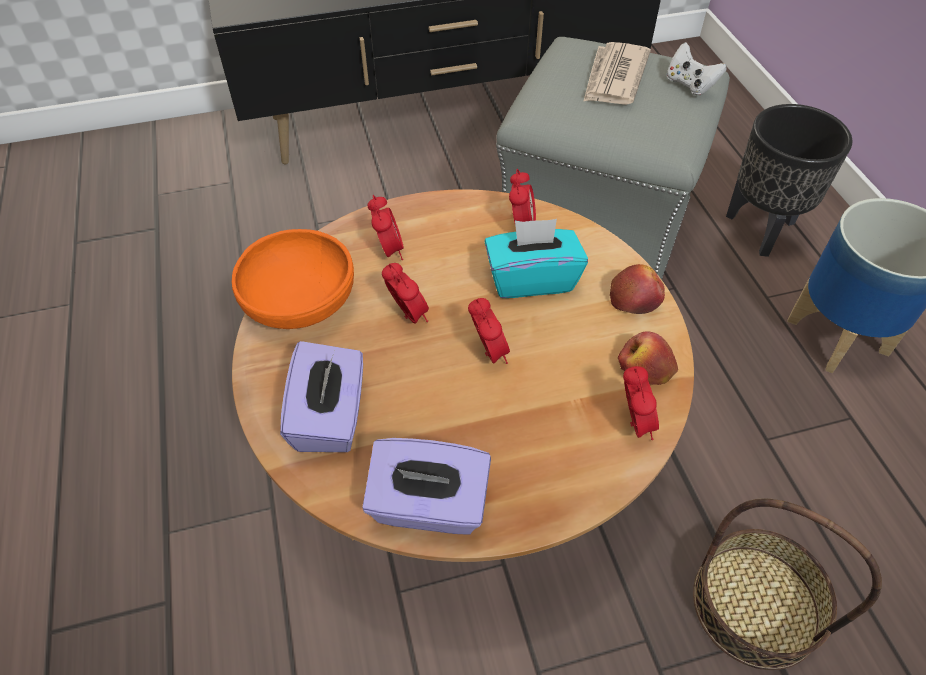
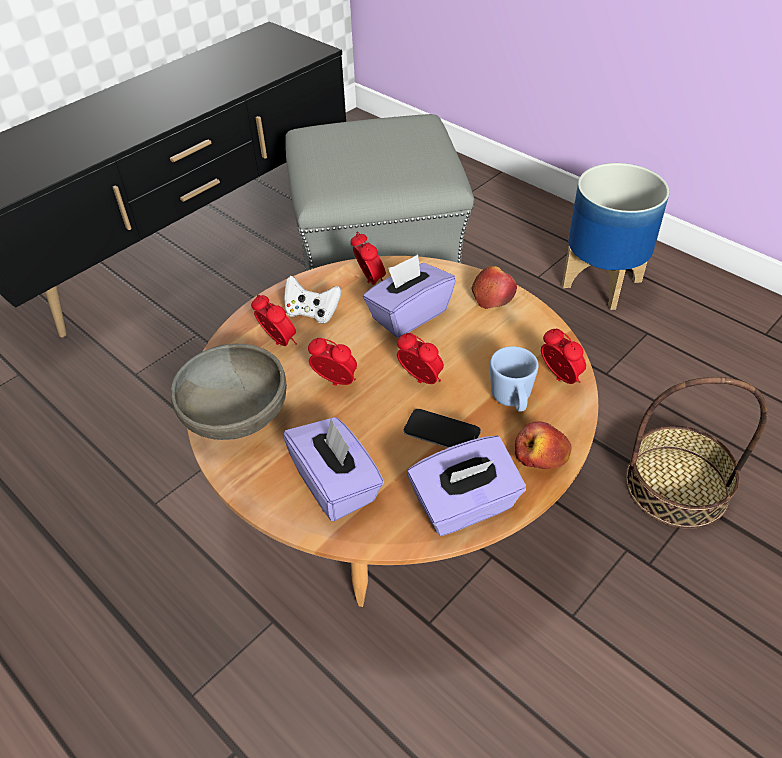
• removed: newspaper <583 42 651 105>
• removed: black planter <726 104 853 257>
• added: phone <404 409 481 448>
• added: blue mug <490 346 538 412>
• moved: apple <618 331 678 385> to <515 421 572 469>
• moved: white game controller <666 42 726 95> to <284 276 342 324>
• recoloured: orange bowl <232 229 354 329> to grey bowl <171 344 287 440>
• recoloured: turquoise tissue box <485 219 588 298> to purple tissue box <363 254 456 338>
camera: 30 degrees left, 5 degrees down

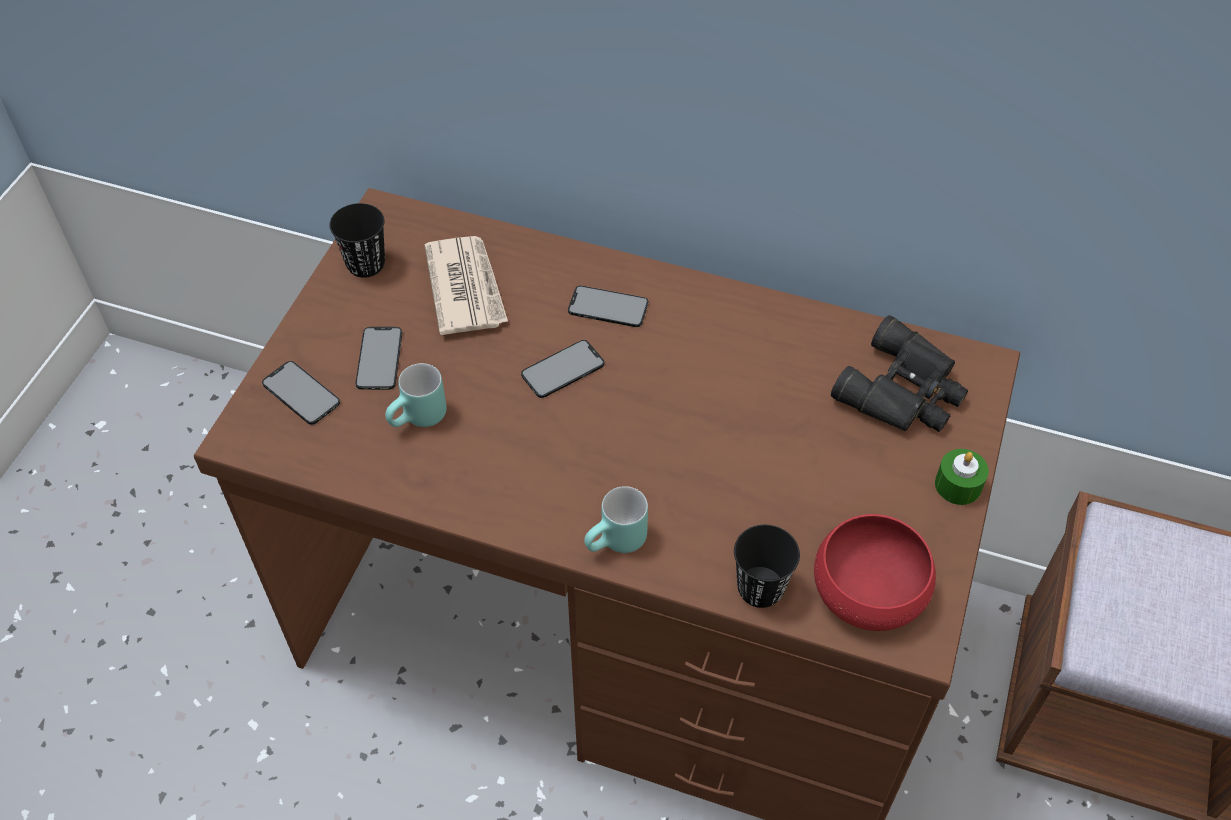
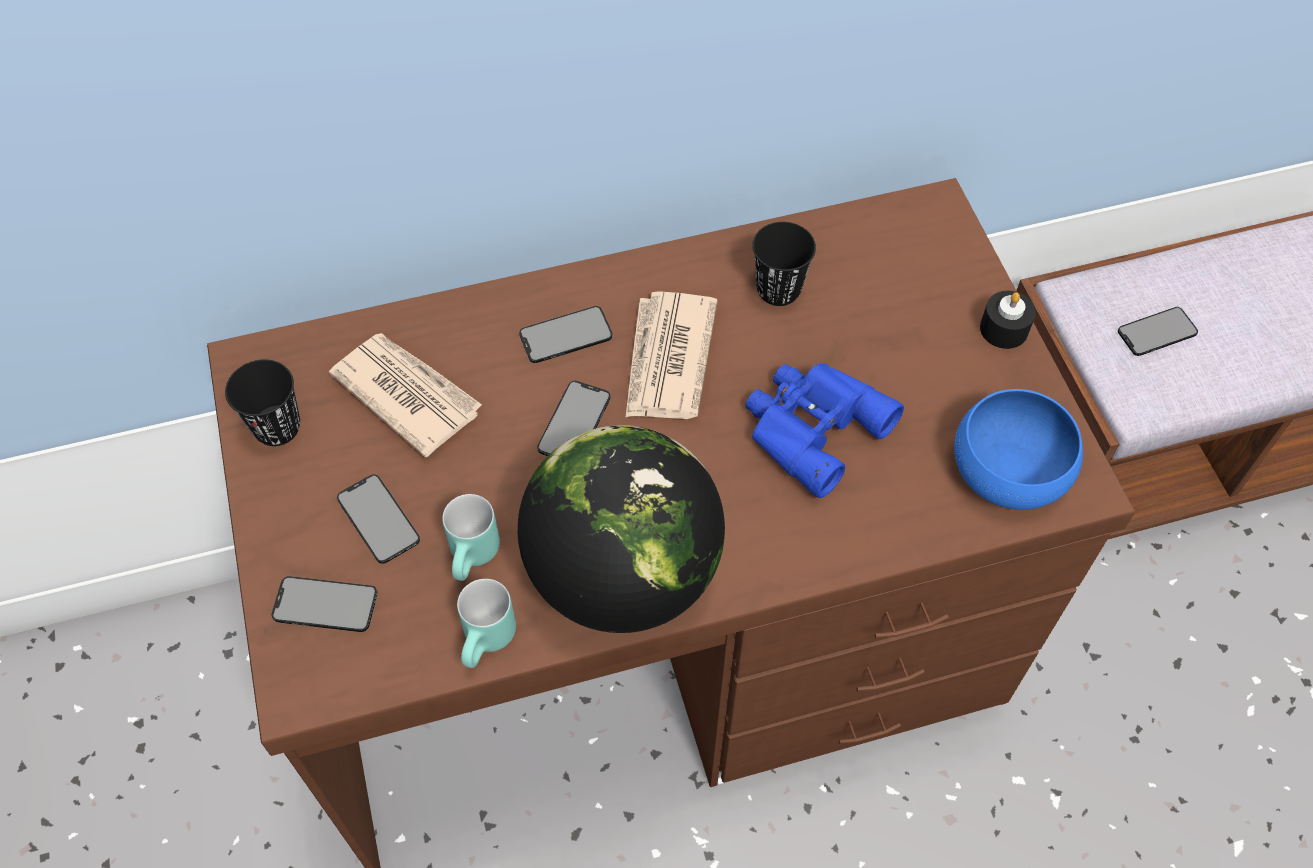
• removed: black binoculars <831 315 968 432>
• added: globe <518 425 725 633>
• added: newspaper <626 291 718 419>
• added: blue binoculars <745 363 904 498>
• added: phone <1118 307 1198 356>
• moved: turquoise mug <584 486 648 553> to <457 579 516 668>
• moved: black cup <734 525 800 608> to <752 222 816 306>
• recoloured: red bowl <814 514 936 631> to blue bowl <954 389 1083 510>
• recoloured: green candle <935 449 989 505> to black candle <980 291 1036 349>
camera: 35 degrees left, 5 degrees up

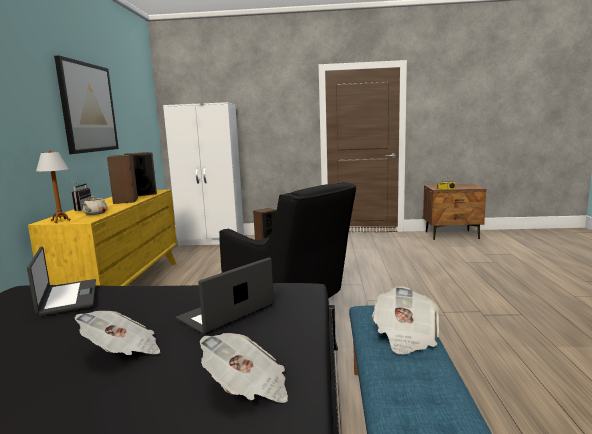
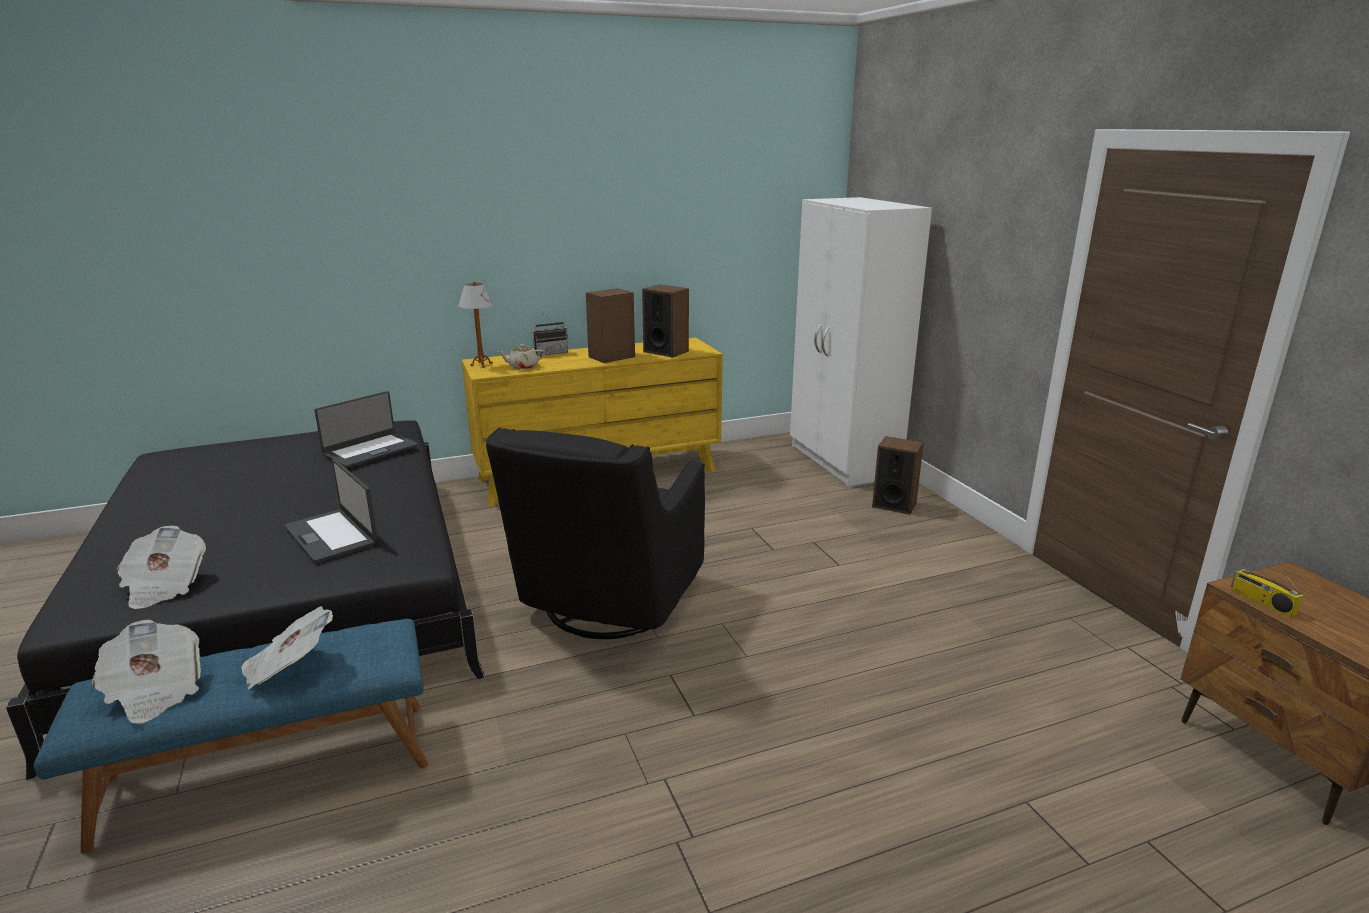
• removed: picture <54 55 119 154>
• moved: newspaper <75 311 161 355> to <92 620 201 724>
• turned: laptop <176 257 274 335> = <284 459 378 563> 150 degrees counterclockwise
camera: 65 degrees right, 10 degrees up

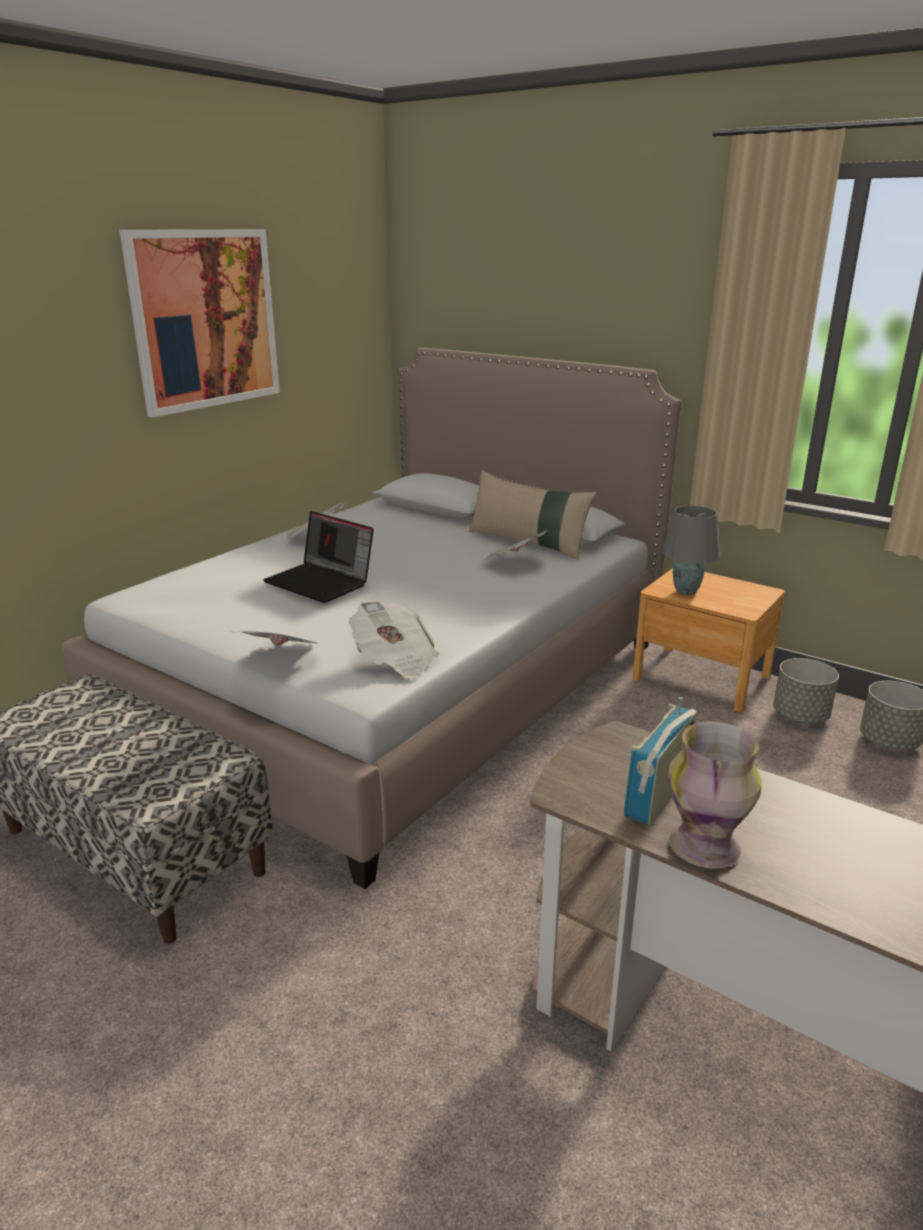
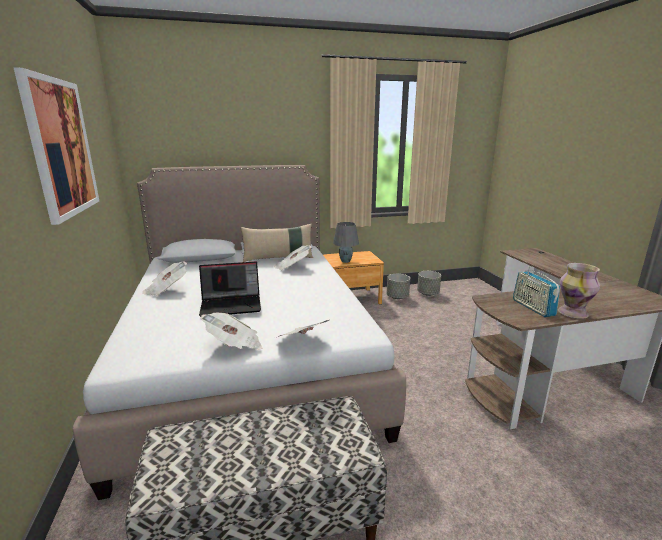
• moved: newspaper <349 600 439 679> to <201 313 262 349>
camera: 50 degrees left, 5 degrees down

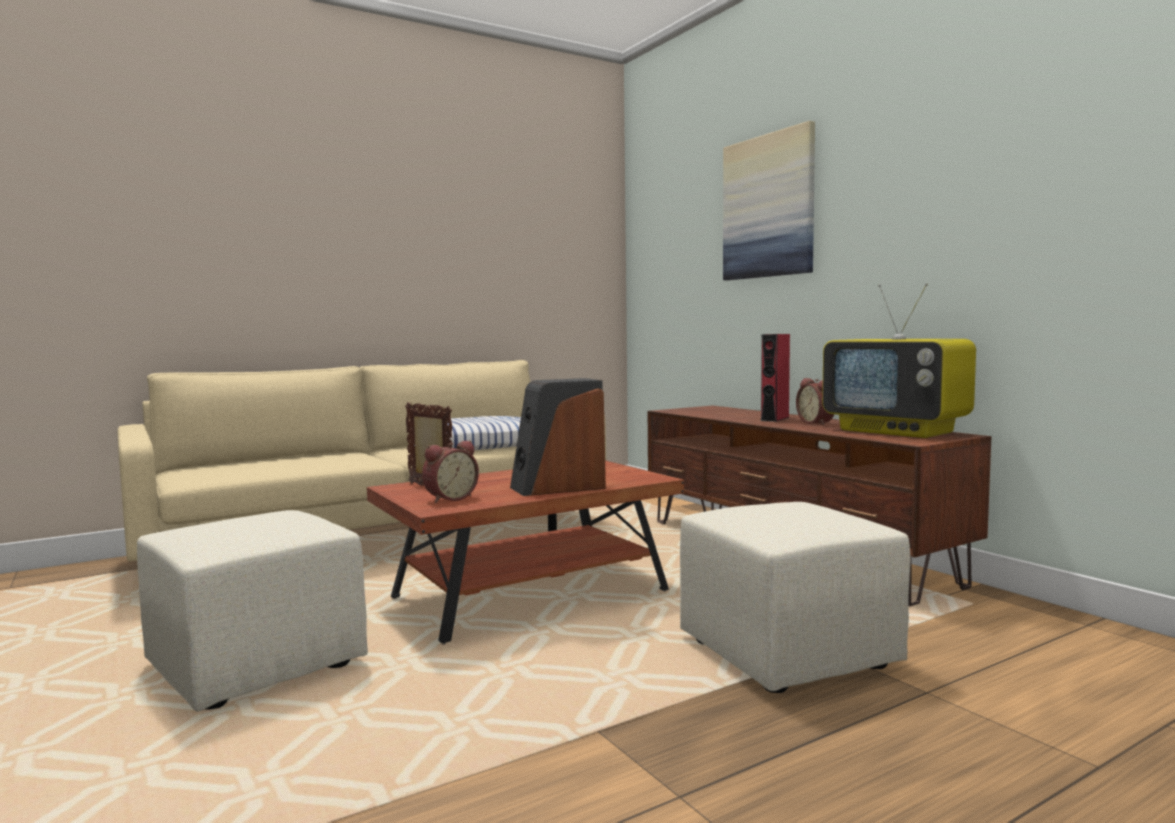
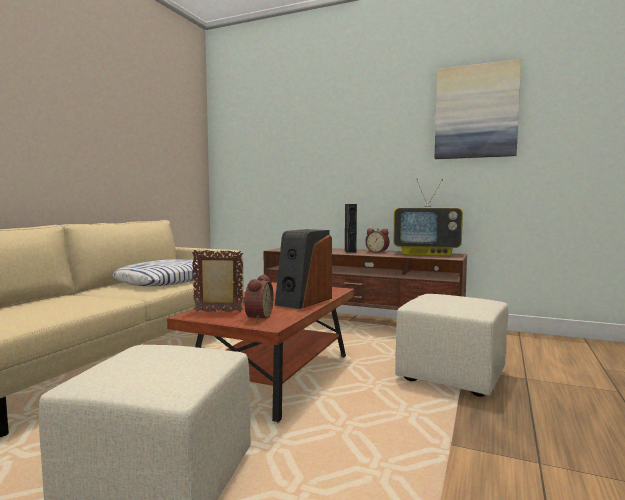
• moved: picture <723 121 815 280> to <435 59 521 159>
• recoloured: red speaker <761 334 790 422> to black speaker <344 204 357 253>
camera: 35 degrees left, 0 degrees up

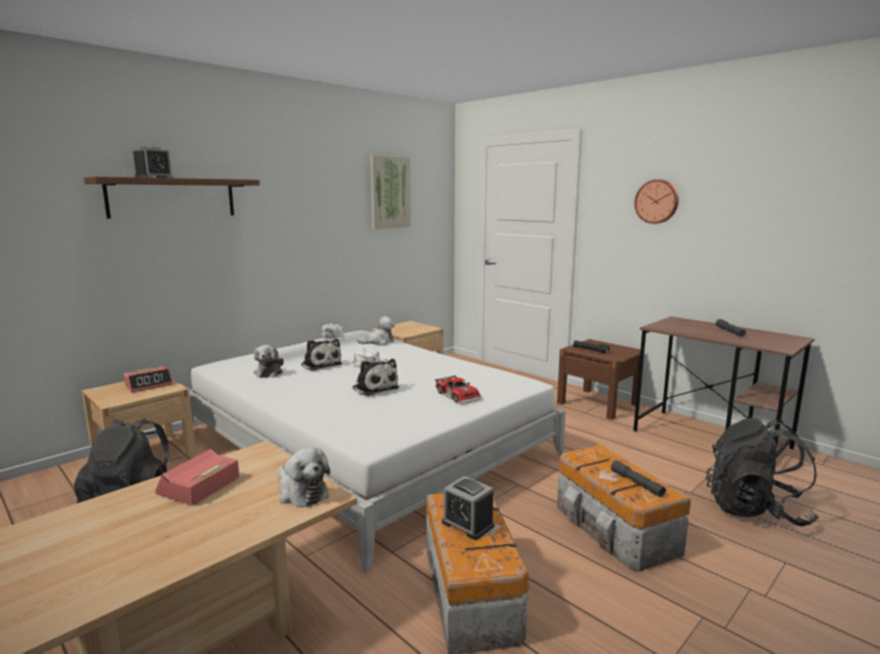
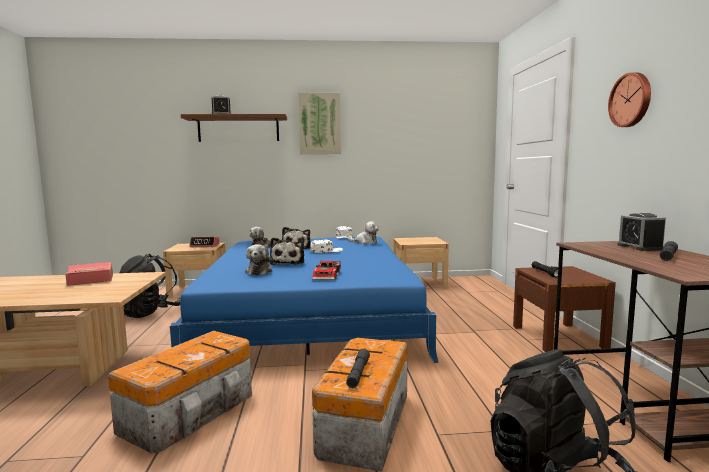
• moved: plush toy <278 447 330 507> to <245 244 274 275>
• moved: picture <370 155 411 229> to <298 92 341 154>
• moved: alarm clock <442 476 495 540> to <617 213 666 251>
• recoloured: white bed <189 331 566 572> to blue bed <170 237 439 363>
camera: 40 degrees right, 5 degrees down

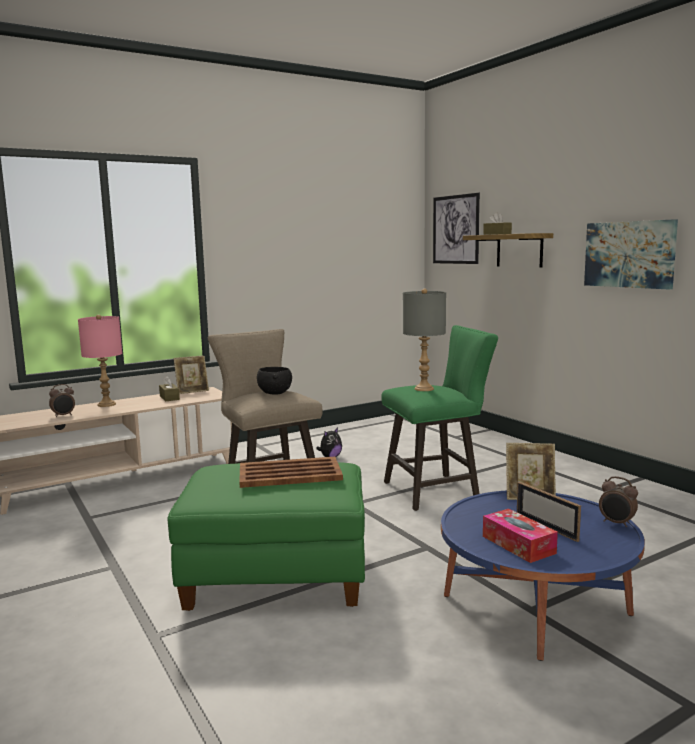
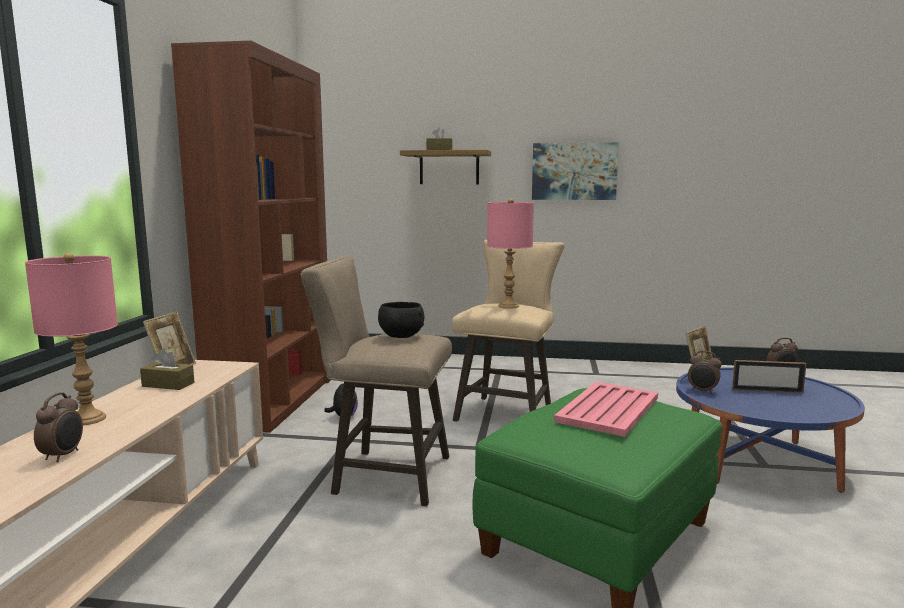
• removed: picture <433 193 480 264>
• removed: tissue box <483 509 558 563>
• added: brown bookcase <171 41 331 433>
• added: alarm clock <688 351 722 394>
• recoloured: brown tray <239 457 343 488> to pink tray <554 382 658 437>
• recoloured: green stool <381 325 498 511> to beige stool <452 240 565 422>
• recoloured: grey table lamp <403 289 446 391> to pink table lamp <487 198 534 309>
camera: 50 degrees left, 0 degrees up

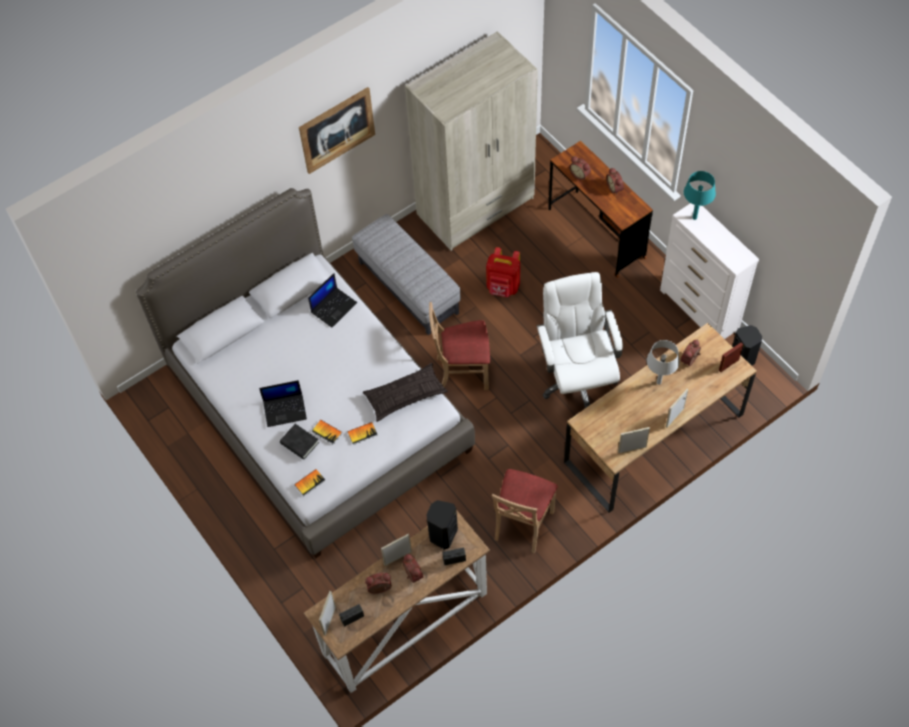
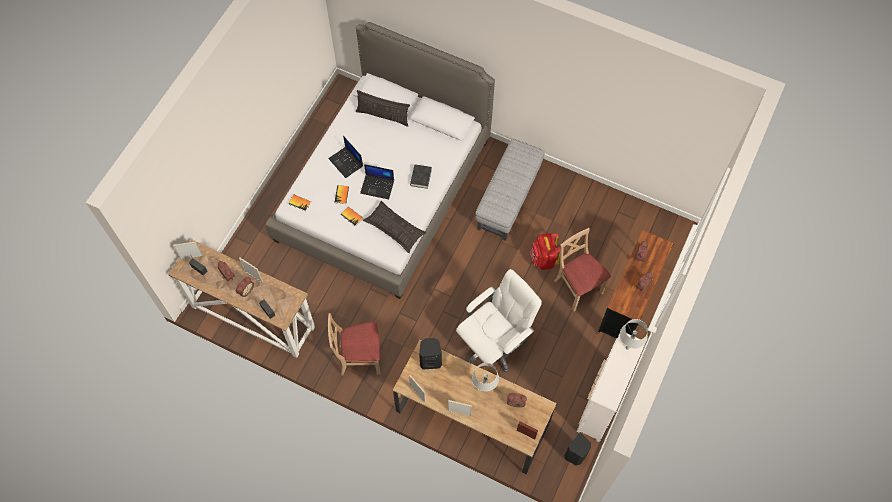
• removed: picture <299 87 375 174>
• removed: beige wardrobe <405 31 538 251>
• added: pillow <355 90 410 127>
• moved: black book <280 424 319 460> to <410 164 432 189>
• moved: laptop <308 273 357 328> to <360 164 394 199>
• moved: black speaker <426 500 458 550> to <419 338 442 369>
• moved: beige chair <429 302 490 390> to <554 228 611 311>
• recoloured: turquoise table lamp <684 171 716 220> to grey table lamp <620 319 648 350>
camera: 60 degrees right, 5 degrees up

